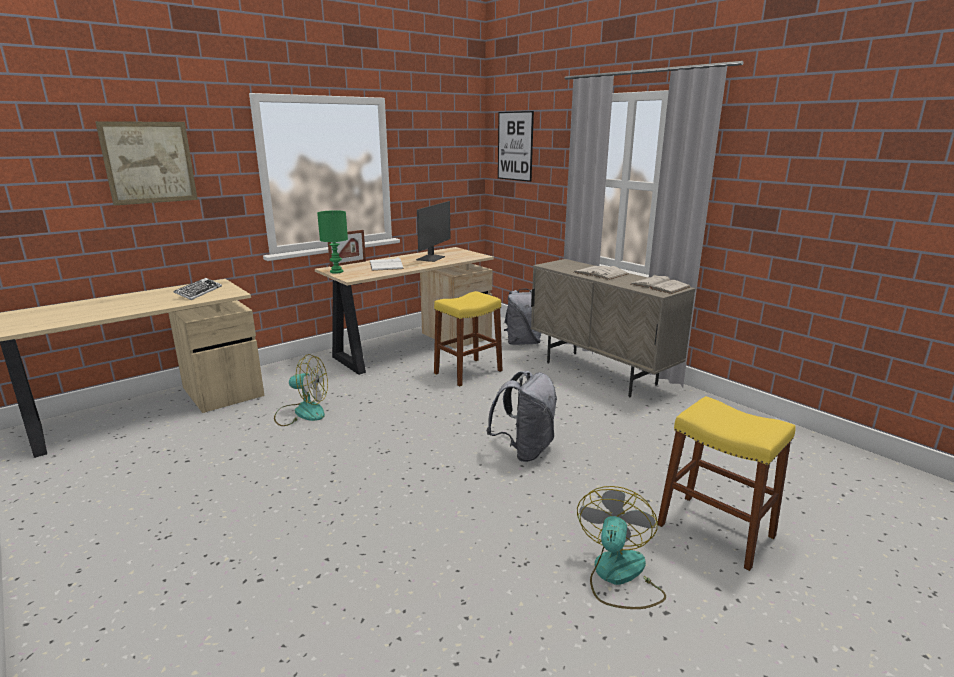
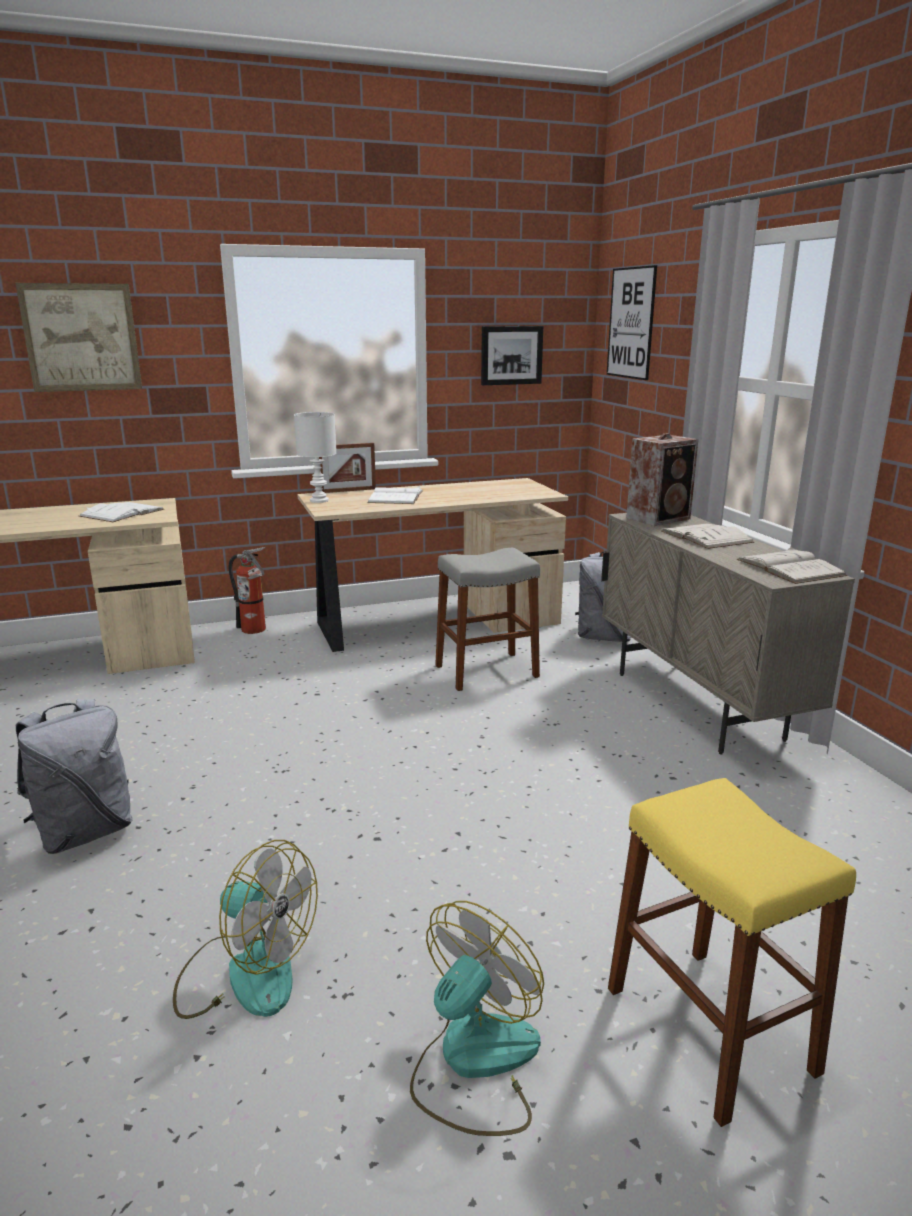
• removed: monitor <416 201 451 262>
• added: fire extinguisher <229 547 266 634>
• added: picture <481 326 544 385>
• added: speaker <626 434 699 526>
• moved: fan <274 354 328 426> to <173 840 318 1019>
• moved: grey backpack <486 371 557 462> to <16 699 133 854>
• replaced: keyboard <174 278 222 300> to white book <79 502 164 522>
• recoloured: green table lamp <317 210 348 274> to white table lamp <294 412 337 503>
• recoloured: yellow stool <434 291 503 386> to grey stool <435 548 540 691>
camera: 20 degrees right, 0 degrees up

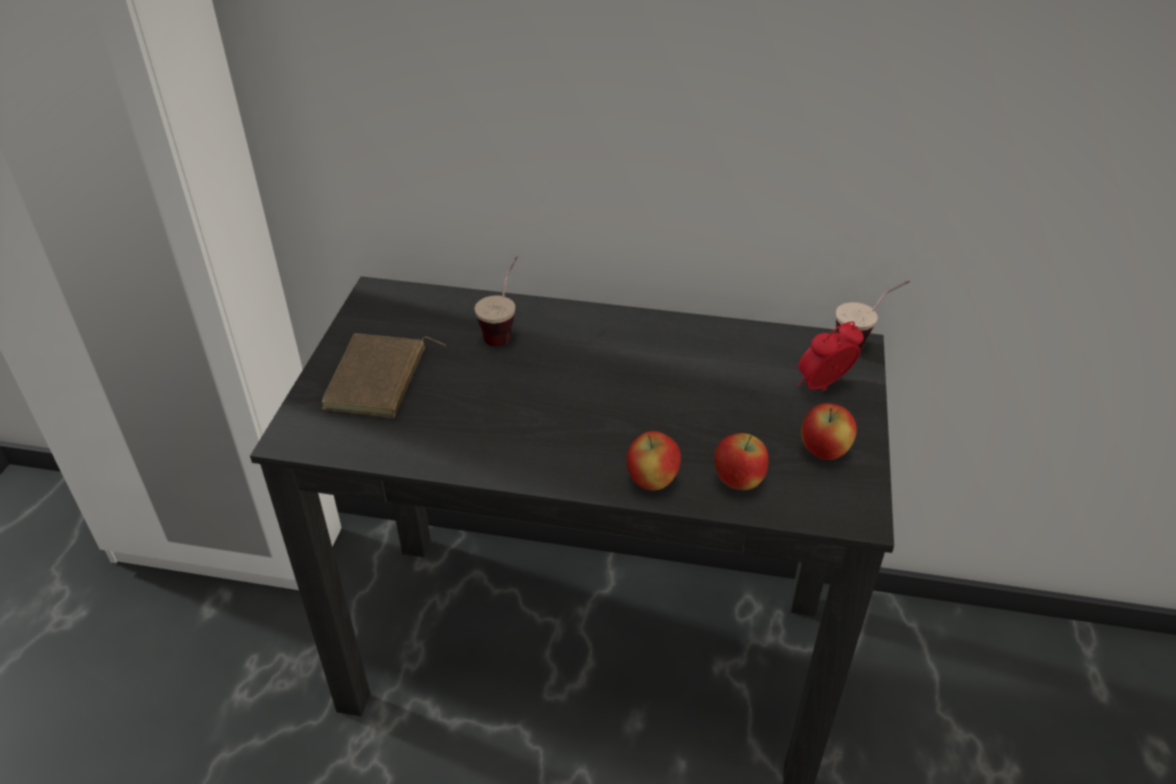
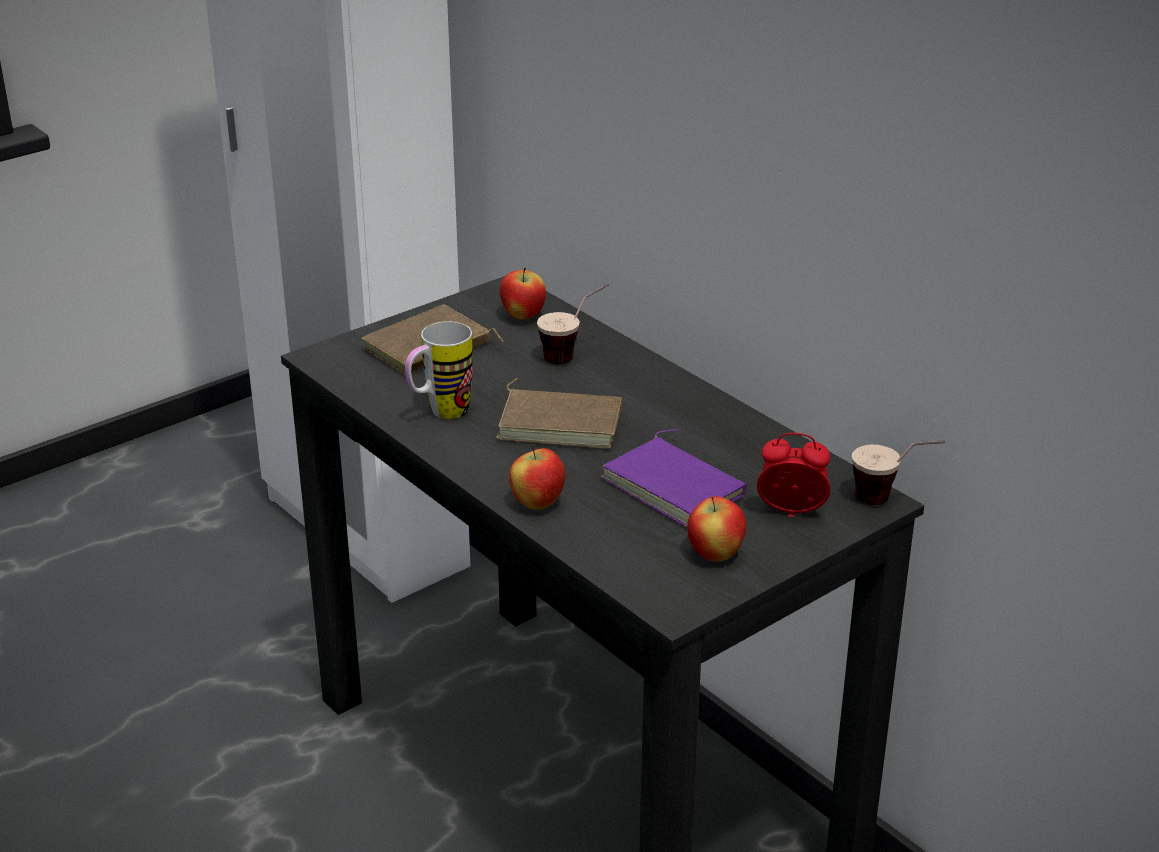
• added: mug <405 321 473 419>
• added: brown book <496 378 622 449>
• added: purple book <601 429 747 527>
• moved: apple <714 433 769 490> to <500 267 546 319>
camera: 40 degrees right, 10 degrees down

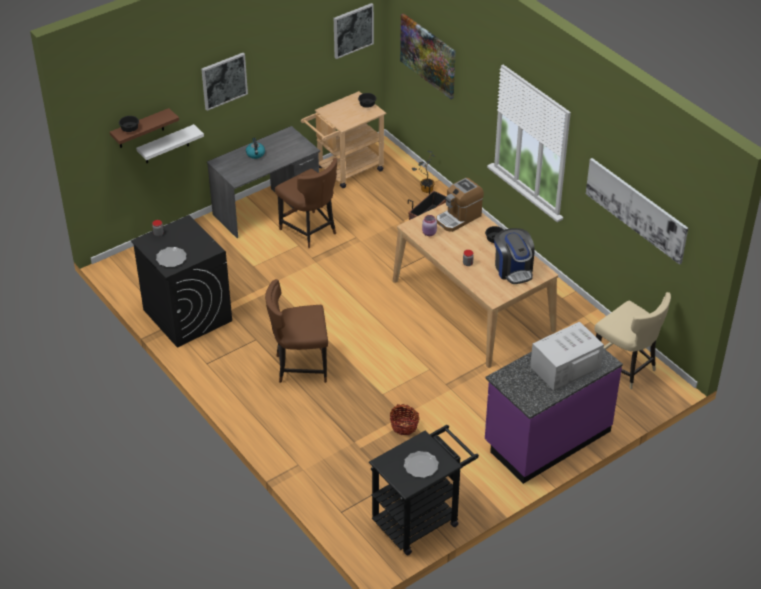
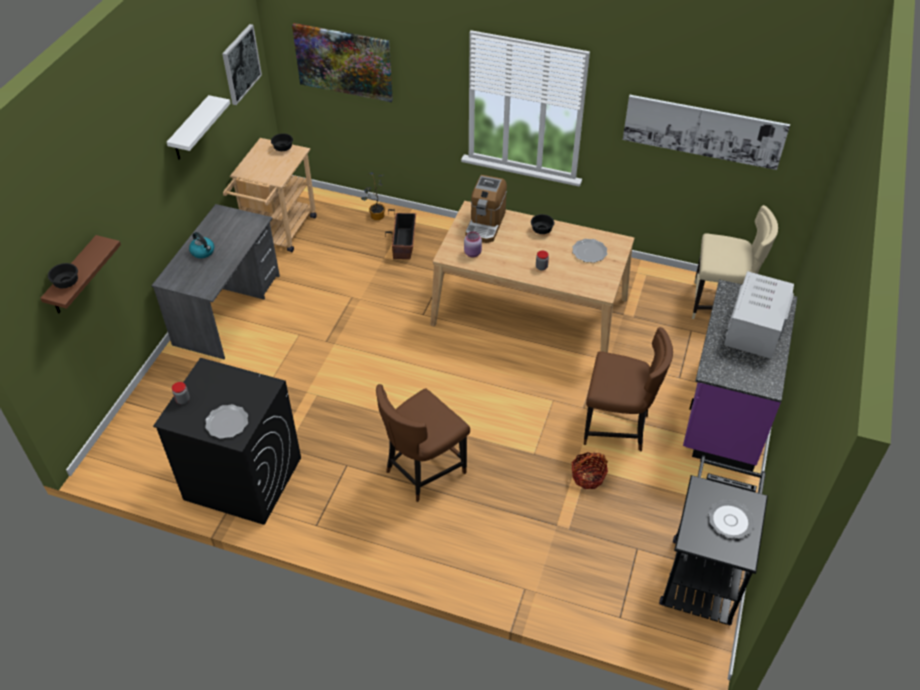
• removed: picture <201 53 248 111>
• moved: white shelf <136 124 204 163> to <167 95 231 160>
• moved: brown chair <275 158 337 248> to <583 327 673 451>
• replaced: coffee machine <494 228 535 284> to plate <572 239 607 263>
camera: 35 degrees left, 5 degrees up

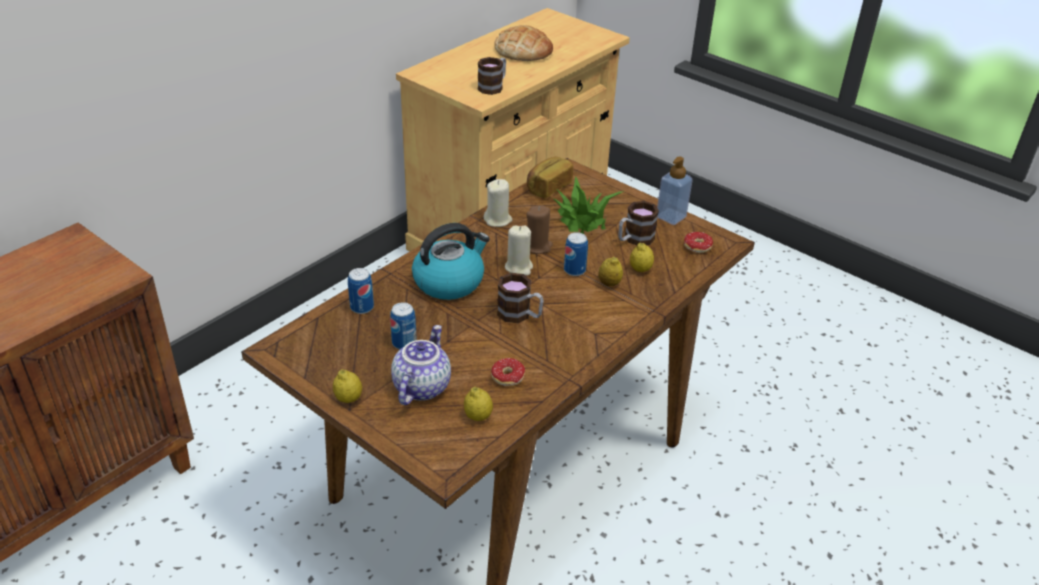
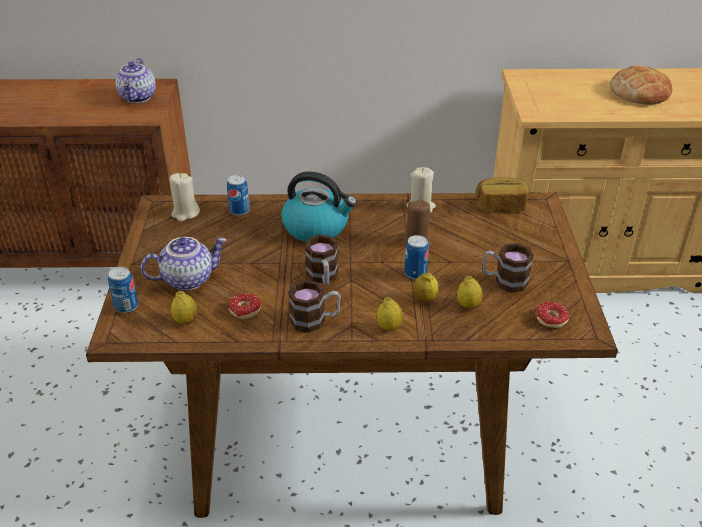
• removed: potted plant <552 176 625 234>
• removed: soap dispenser <657 157 693 225>
• added: teapot <115 58 156 103>
• moved: lemon <333 369 362 403> to <377 297 403 331>
• moved: can <390 302 417 349> to <108 267 138 313>
• moved: mug <477 57 506 95> to <288 280 341 333>
• moved: beige candle <505 225 533 276> to <169 173 200 222>
camera: 50 degrees right, 0 degrees up

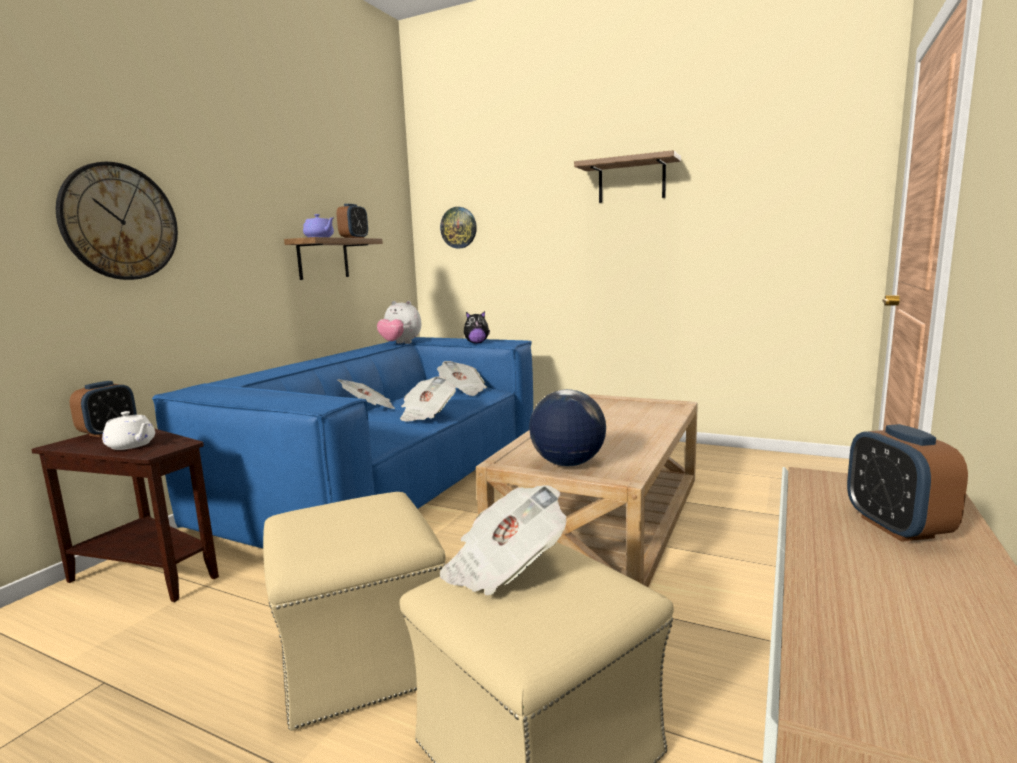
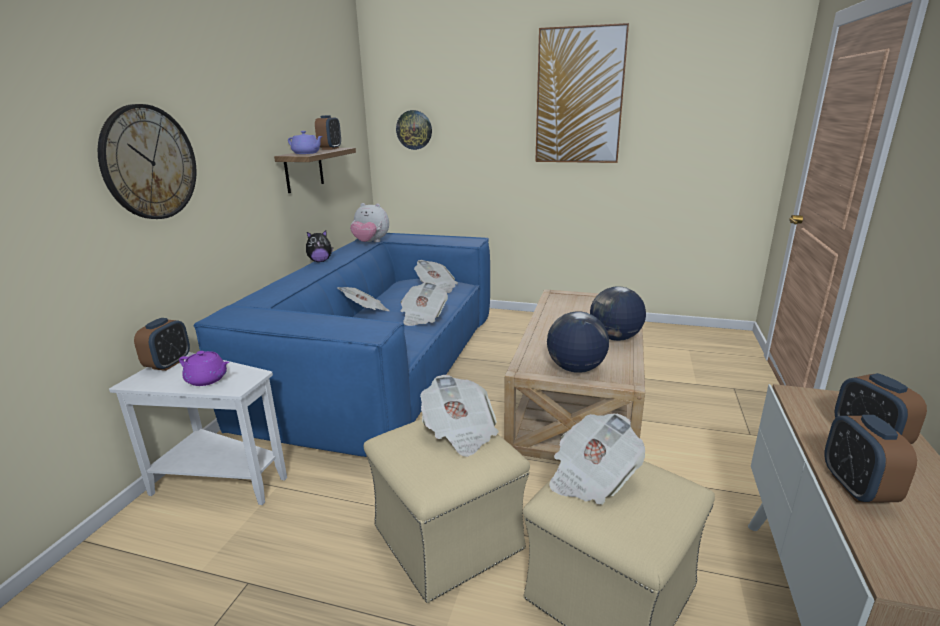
• added: newspaper <420 375 499 457>
• added: globe <590 286 646 341>
• added: alarm clock <824 415 917 502>
• moved: plush toy <464 311 490 344> to <306 230 333 262>
• replaced: shelf <574 150 681 203> to picture <535 23 629 163>
• recoloured: brown side table <31 428 219 602> to white side table <109 352 287 505>
• recoloured: white teapot <102 411 155 450> to purple teapot <179 351 229 386>
camera: 10 degrees left, 10 degrees up

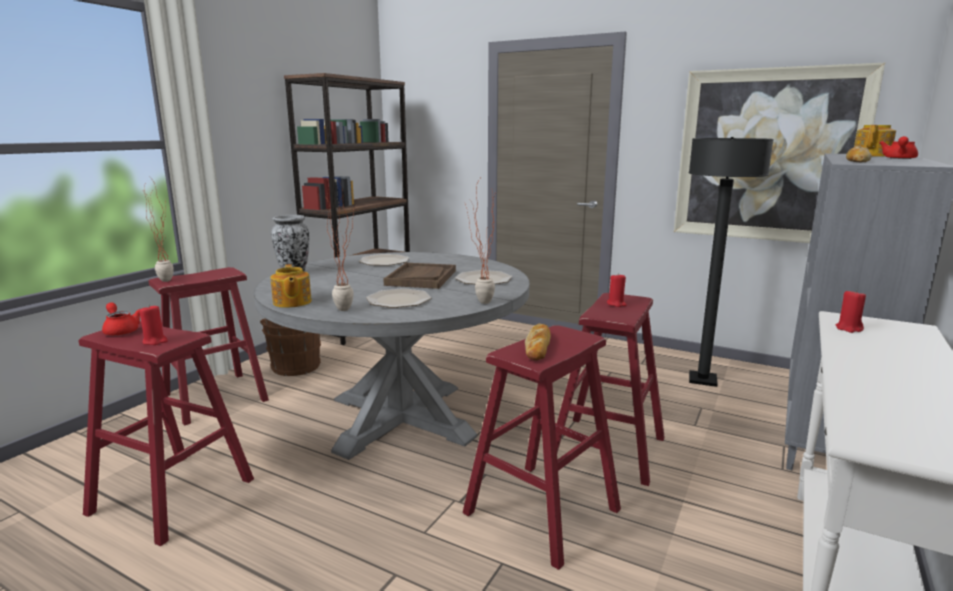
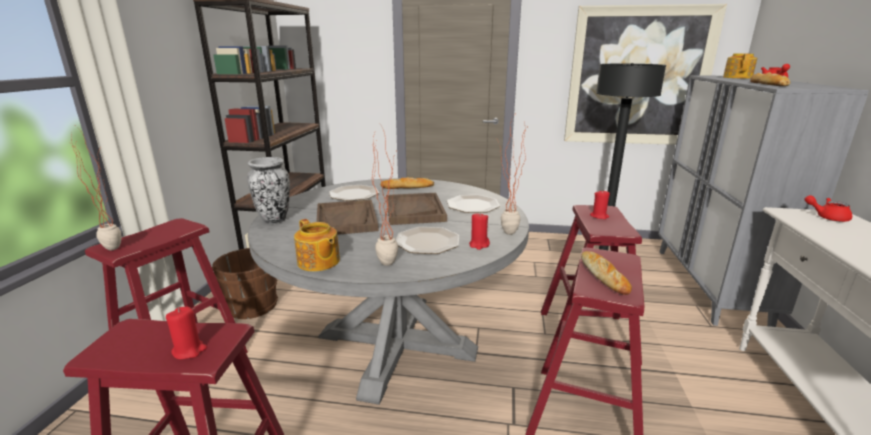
• added: brown tray <316 200 379 235>
• added: bread <380 177 434 189>
• moved: red teapot <102 302 140 336> to <804 195 852 222>
• moved: red candle <836 290 866 333> to <469 212 490 250>
camera: 20 degrees left, 5 degrees up

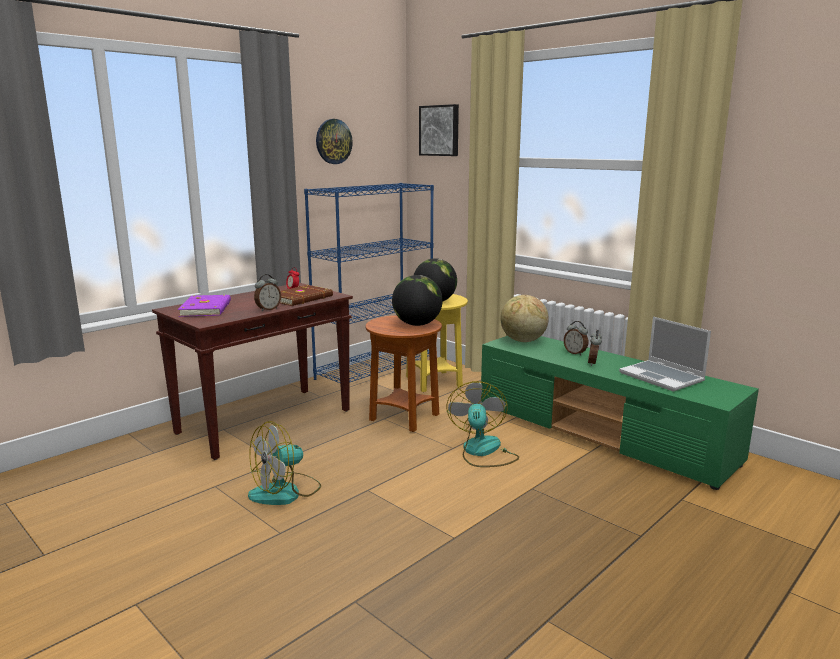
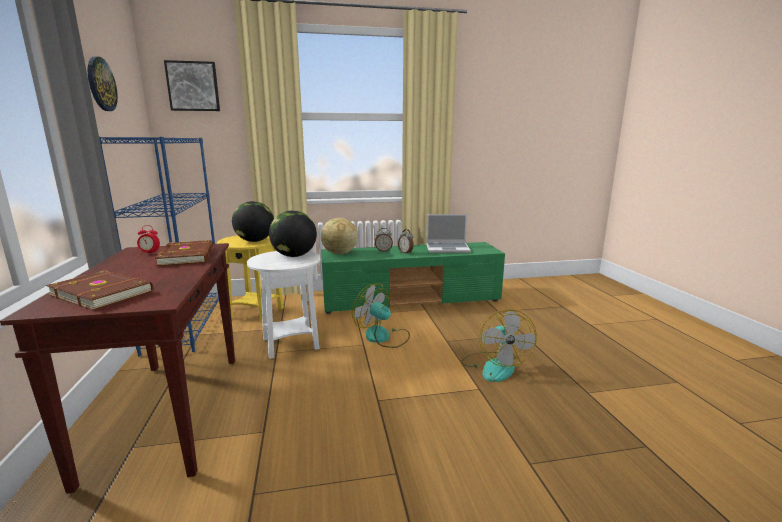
• removed: alarm clock <254 274 281 312>
• moved: fan <248 421 321 505> to <461 309 537 382>
• recoloured: purple book <178 295 231 317> to brown book <46 271 153 311>
• recoloured: brown side table <366 315 442 432> to white side table <247 251 320 359>
camera: 55 degrees left, 0 degrees up

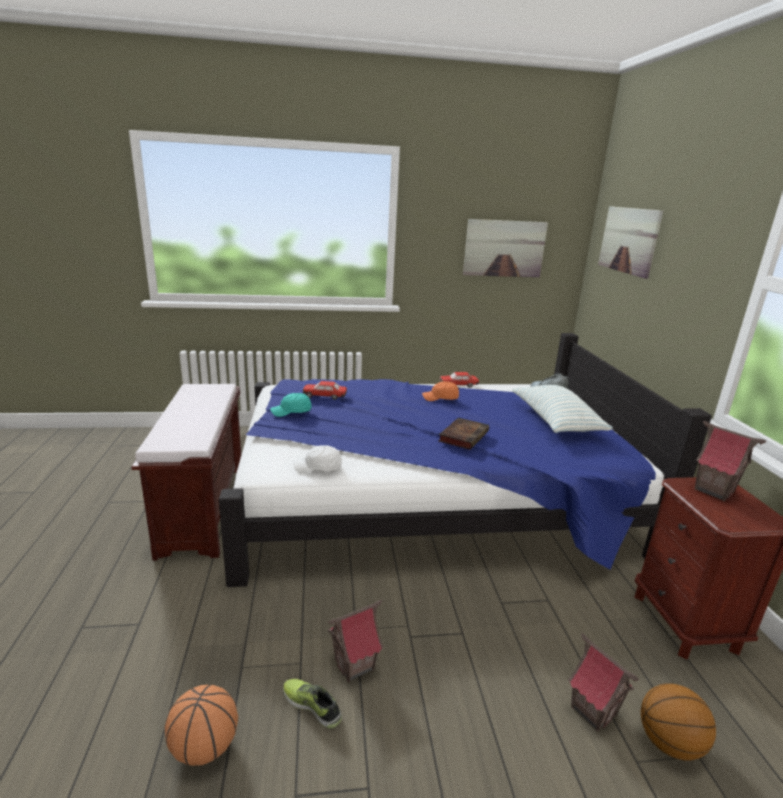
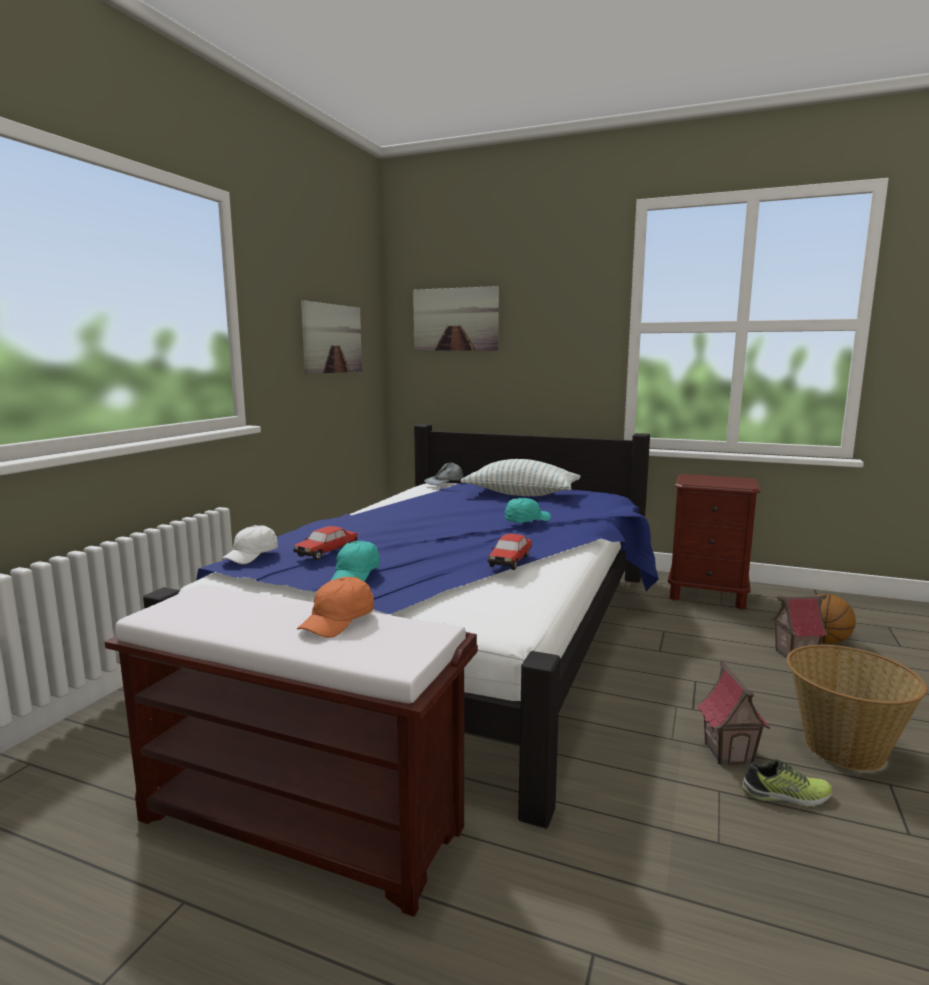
• removed: basketball <165 685 238 766>
• removed: toy house <695 421 766 501>
• added: basket <786 645 927 771>
• moved: white cap <293 445 342 473> to <221 525 278 564>
• moved: orange cap <422 381 459 401> to <297 577 374 638>
• moved: toy car <440 372 479 388> to <488 534 532 570>
• replaced: book <439 418 489 450> to turquoise cap <505 498 551 523>
• turned: shoe <283 679 342 729> = <742 760 832 807> 150 degrees counterclockwise
camera: 60 degrees left, 10 degrees down

